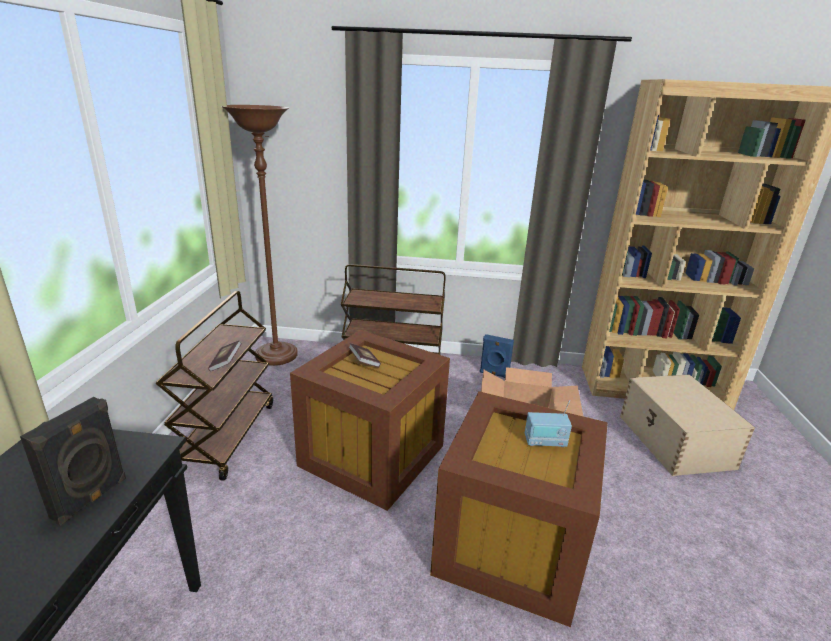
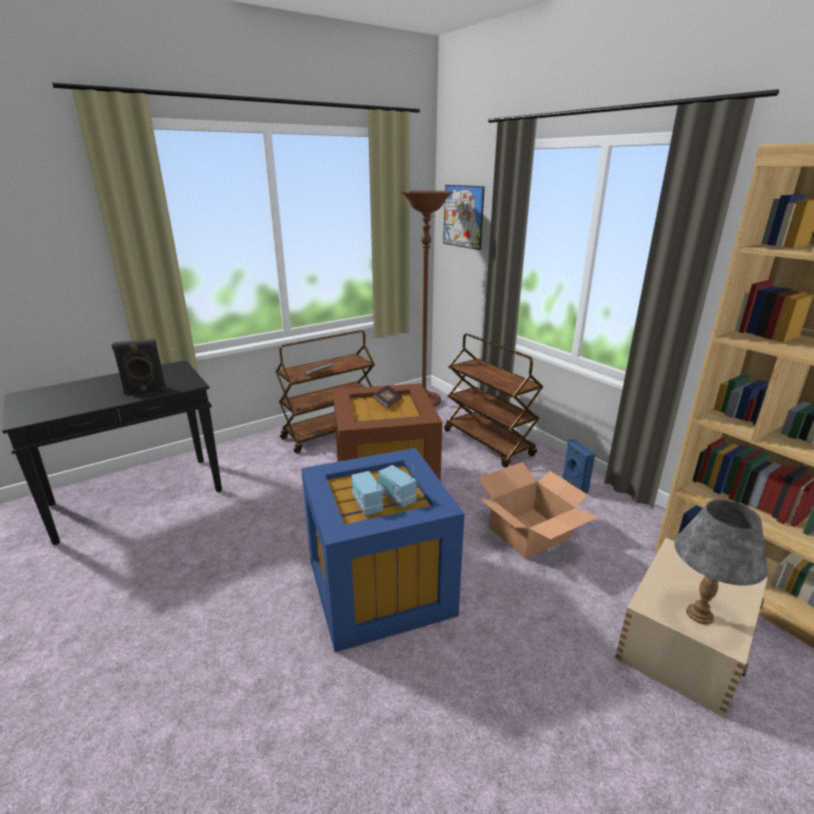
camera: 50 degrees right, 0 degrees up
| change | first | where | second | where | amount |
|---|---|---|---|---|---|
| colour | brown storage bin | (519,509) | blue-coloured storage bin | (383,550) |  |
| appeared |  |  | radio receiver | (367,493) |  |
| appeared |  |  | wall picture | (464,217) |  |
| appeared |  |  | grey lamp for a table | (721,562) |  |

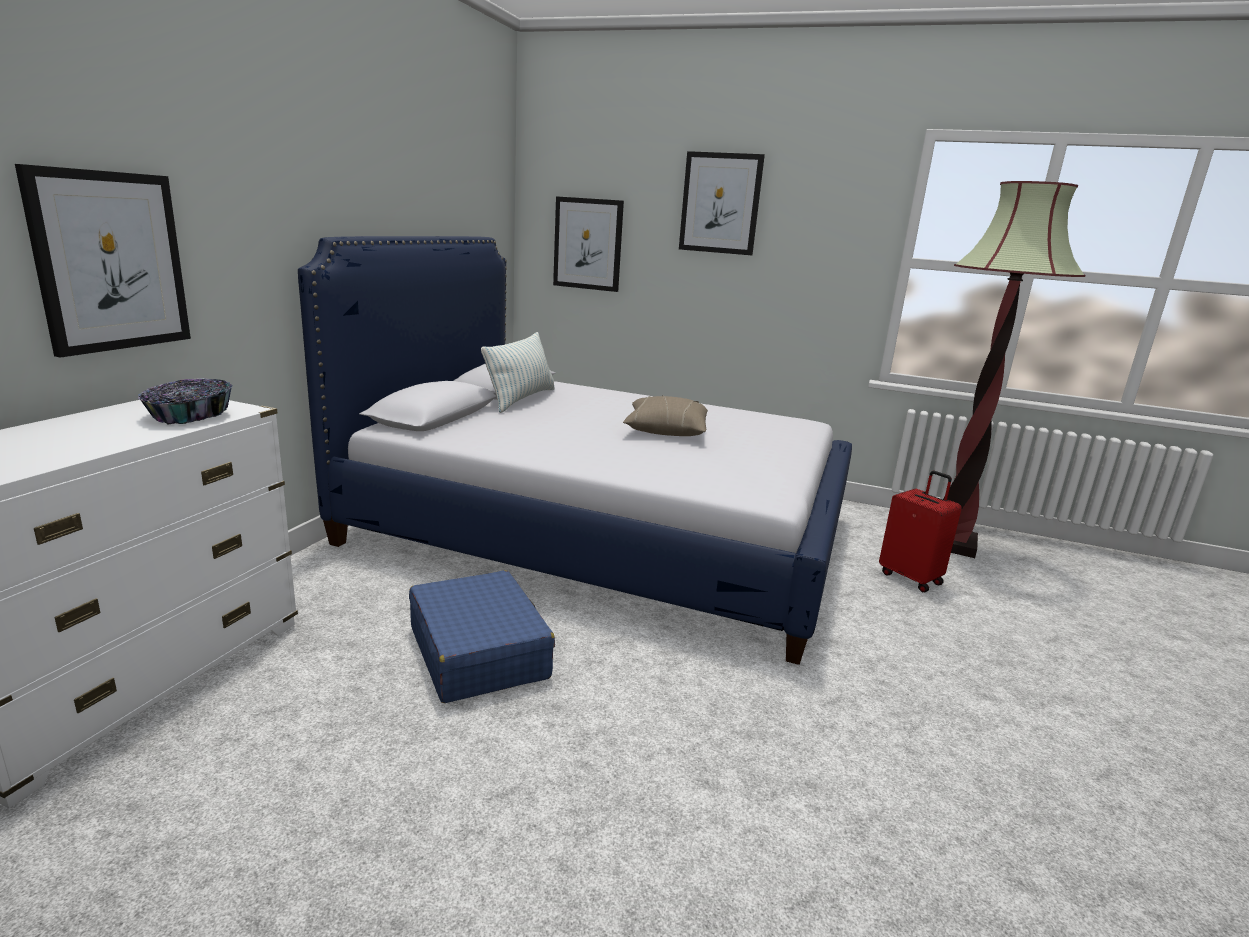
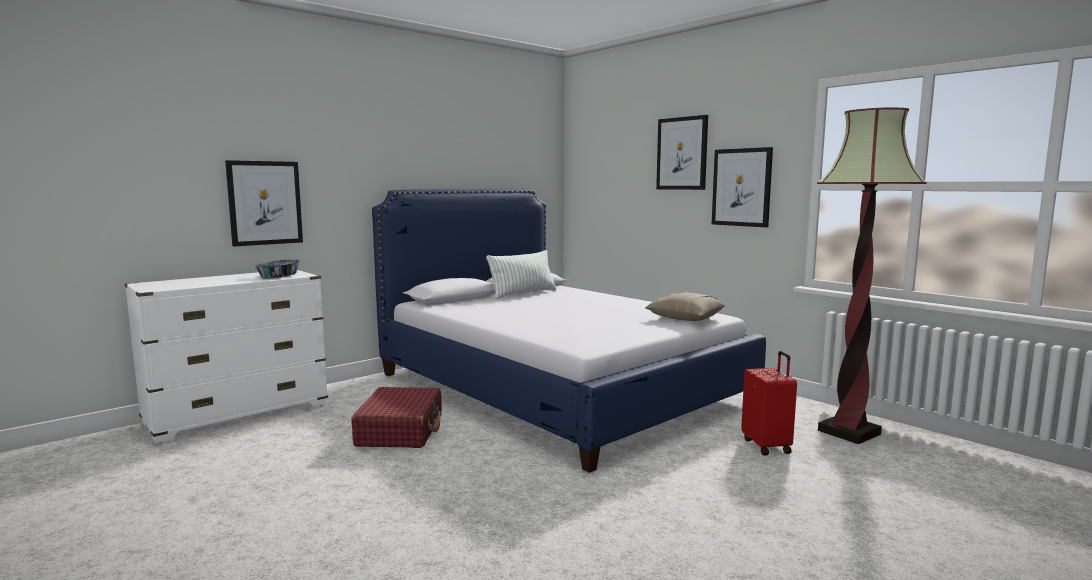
camera: 30 degrees right, 10 degrees down
| change | first | where | second | where | amount |
|---|---|---|---|---|---|
| colour | blue-coloured suitcase | (482,637) | red-coloured suitcase | (397,417) |  |
| relocated | wall picture | (588,244) |  | (742,187) |  |
| relocated | sand-coloured pillow | (665,415) |  | (685,306) |  |

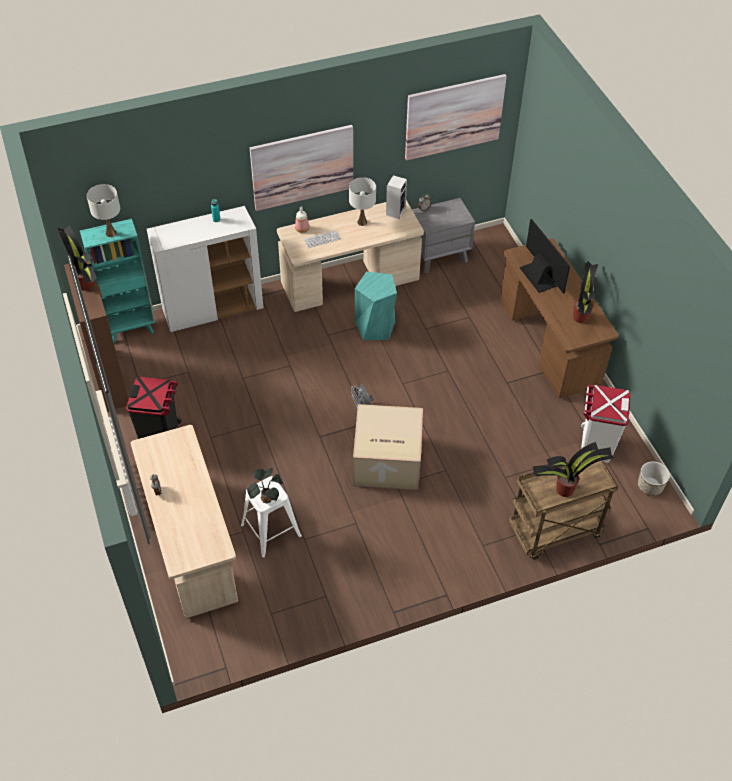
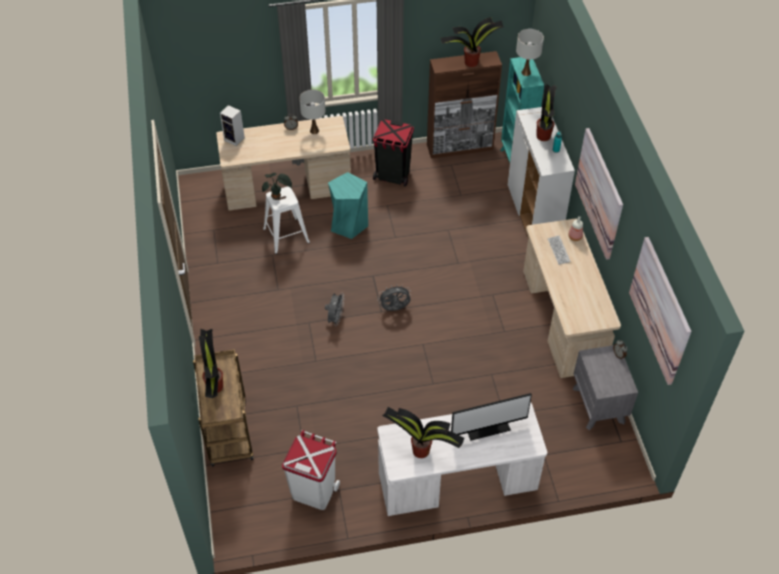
camera: 100 degrees right, 0 degrees up
| change | first | where | second | where | amount |
|---|---|---|---|---|---|
| relocated | white-coloured lamp for a table | (362,201) |  | (312,111) |  |
| exchanged | cardboard box | (388,447) | grey cooling fan | (334,309) |  |
| relocated | blue-green stool | (376,306) |  | (348,205) |  |
| relocated | speaker | (396,197) |  | (232,125) |  |
| colour | brown desk | (559,318) | white-coloured desk | (462,459) |  |
| missing | planter | (654,478) |  |  |  |
| appeared |  |  | potted plant | (547,112) |  |

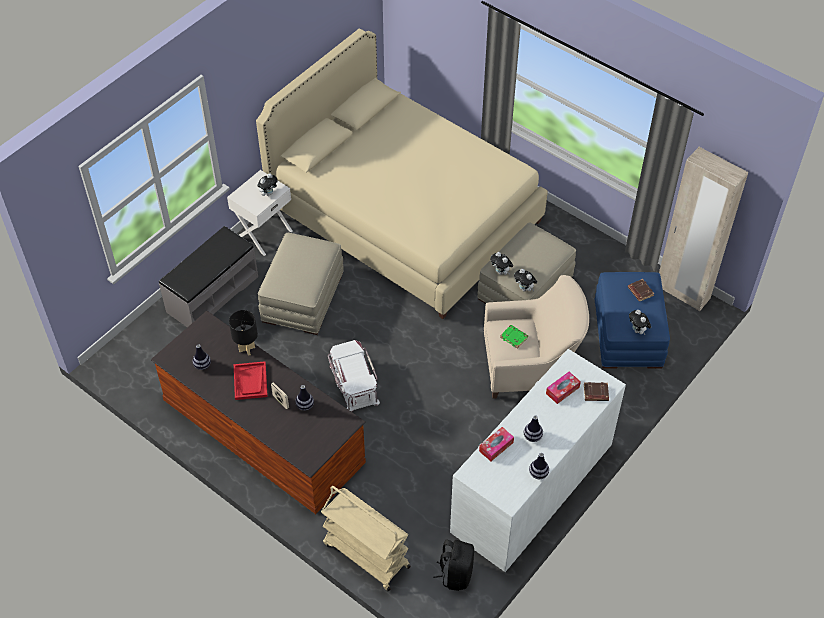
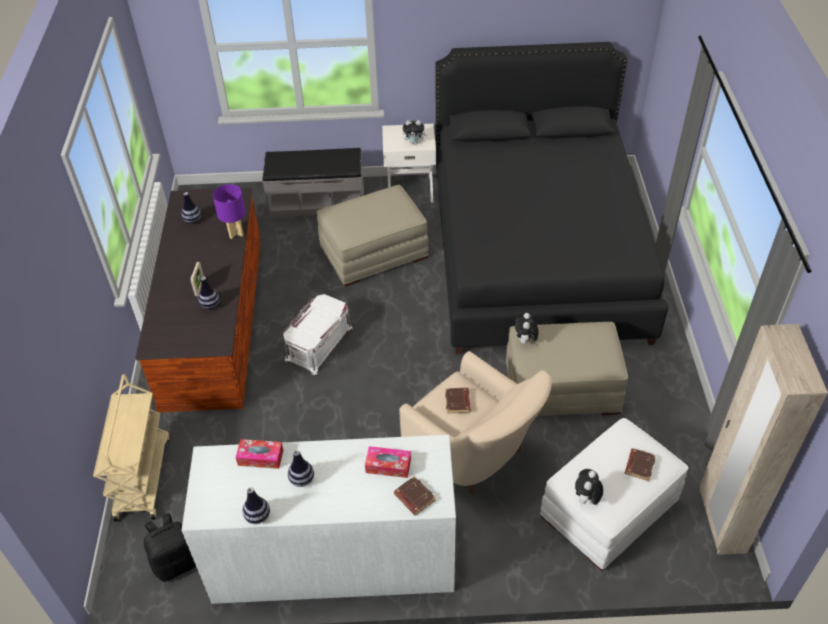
camera: 50 degrees right, 5 degrees down
| change | first | where | second | where | amount |
|---|---|---|---|---|---|
| colour | blackish lamp for a table | (243,333) | purplish lamp for a table | (229,211) |  |
| missing | red-coloured serving tray | (251,380) |  |  |  |
| colour | sand-coloured bedroom bed | (402,174) | blackish bedroom bed | (551,198) |  |
| colour | greenish book | (514,337) | brown book | (458,401) |  |
| missing | soft toy | (525,280) |  |  |  |
| colour | blue-coloured ottoman | (632,320) | white-coloured ottoman | (614,494) |  |

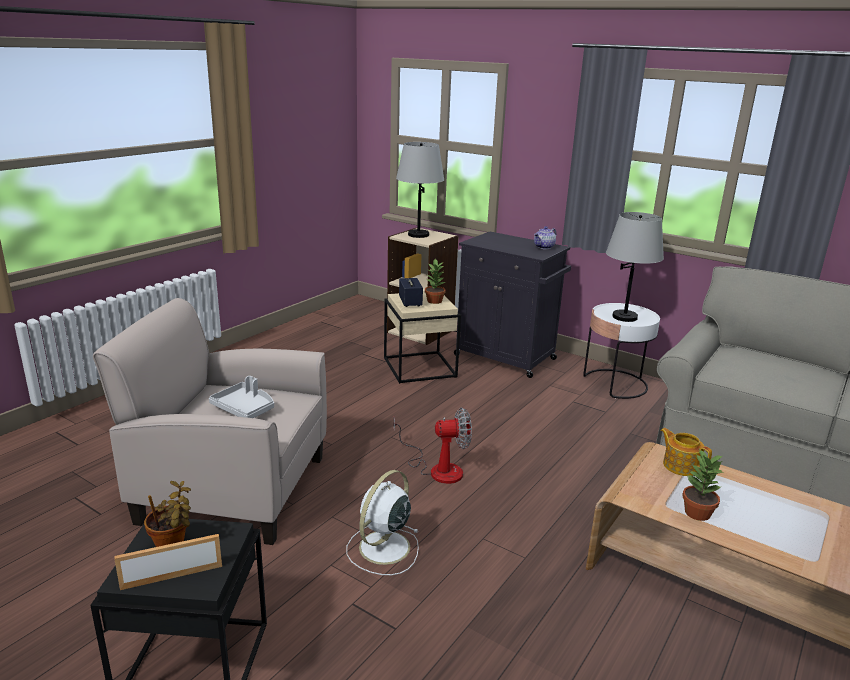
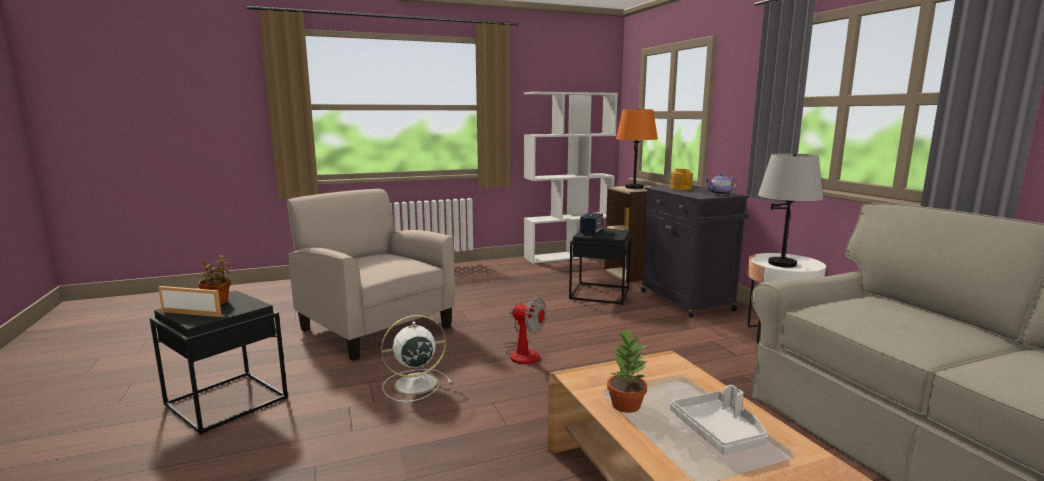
camera: 35 degrees right, 10 degrees down
| change | first | where | second | where | amount |
|---|---|---|---|---|---|
| relocated | grey serving tray | (241,397) |  | (718,419) |  |
| colour | sand-coloured accent table | (422,338) | blackish accent table | (600,266) |  |
| colour | grey lamp for a table | (420,190) | orangey lamp for a table | (637,148) |  |
| missing | potted plant | (435,281) |  |  |  |
| relocated | teapot | (686,452) |  | (681,179) |  |
| appeared |  |  | white-coloured bookcase | (571,178) |  |

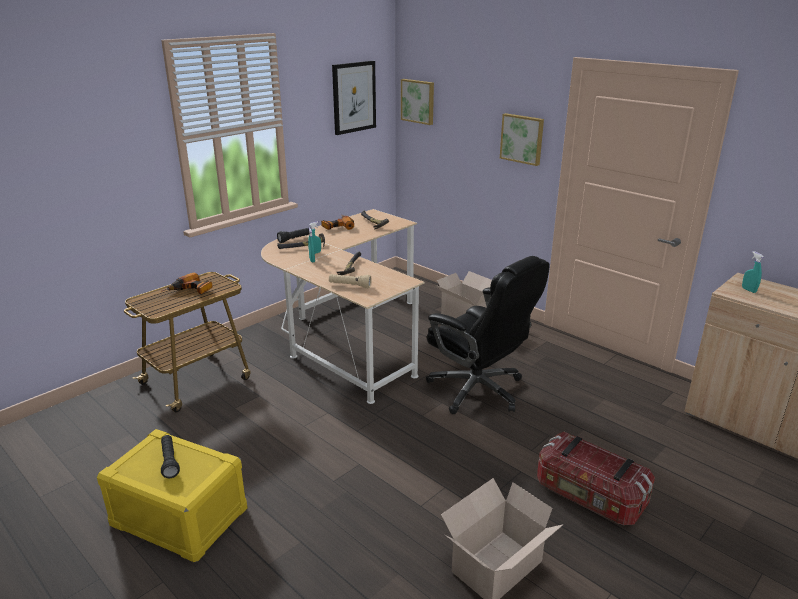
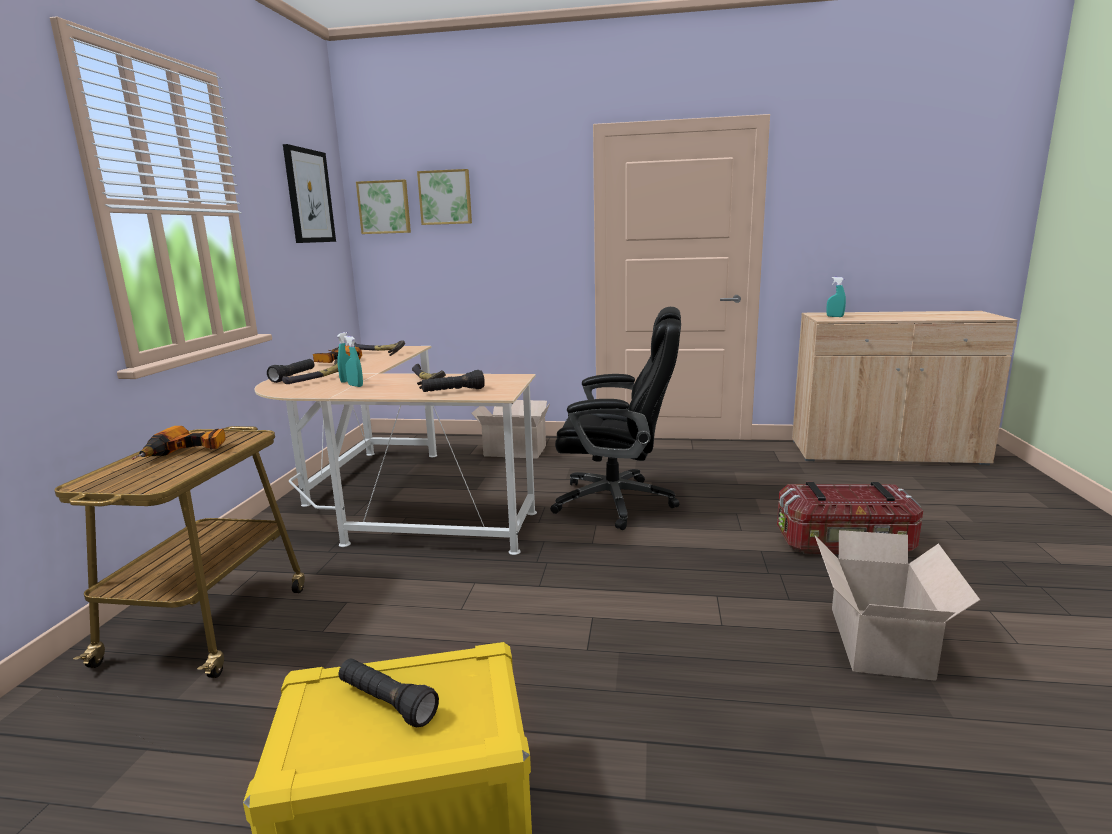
camera: 35 degrees left, 10 degrees down
| change | first | where | second | where | amount |
|---|---|---|---|---|---|
| colour | sand-coloured hand torch | (350,281) | blackish hand torch | (453,381) |  |
| relocated | wall picture | (522,139) |  | (444,197) |  |

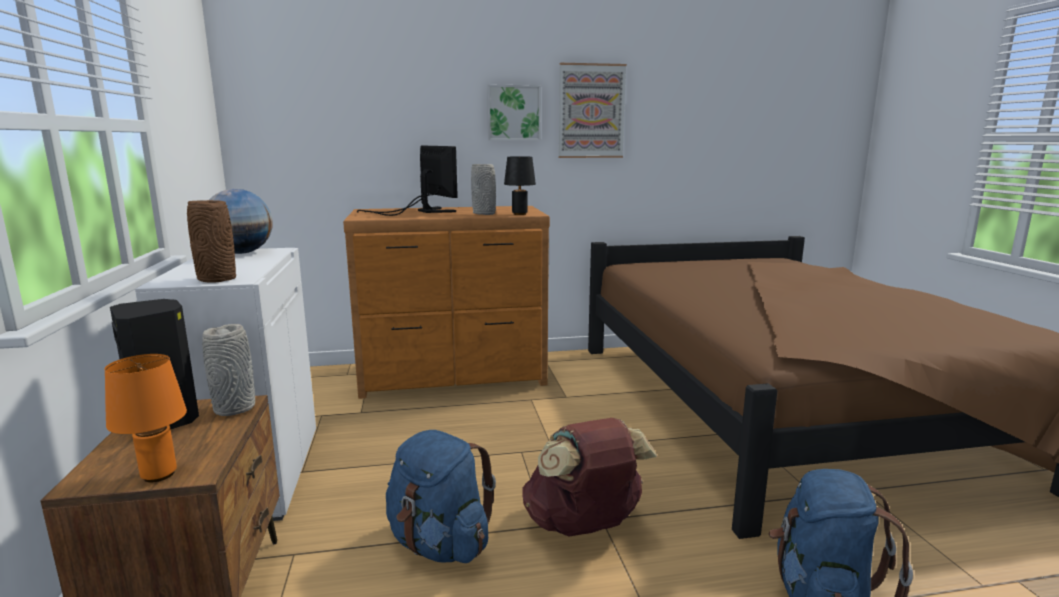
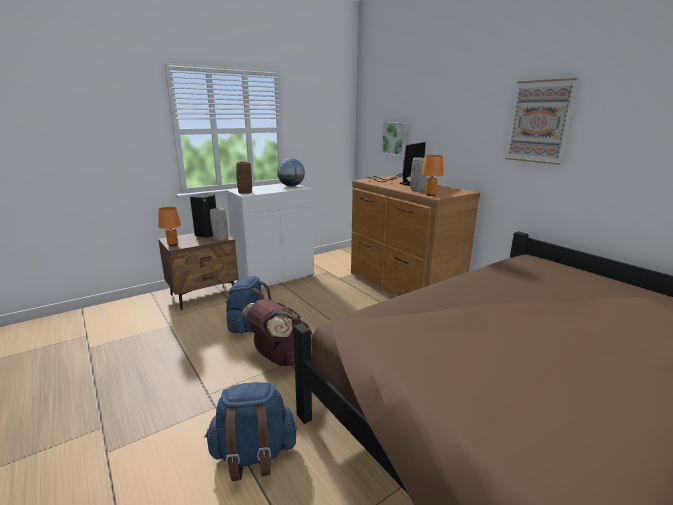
camera: 65 degrees right, 5 degrees up
| change | first | where | second | where | amount |
|---|---|---|---|---|---|
| relocated | wall picture | (514,113) |  | (394,139) |  |
| colour | blackish lamp for a table | (520,185) | orangey lamp for a table | (432,175) |  |

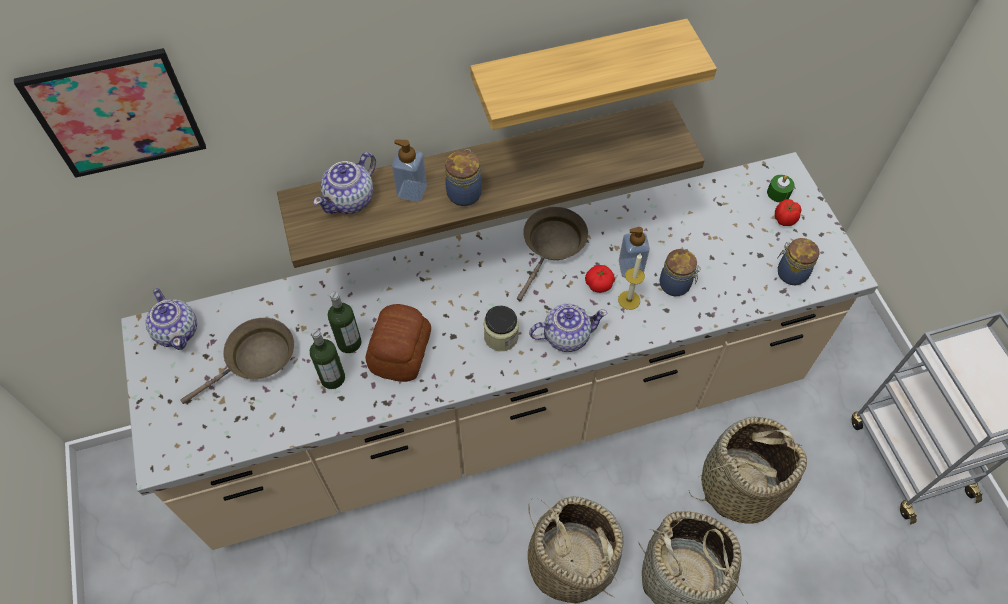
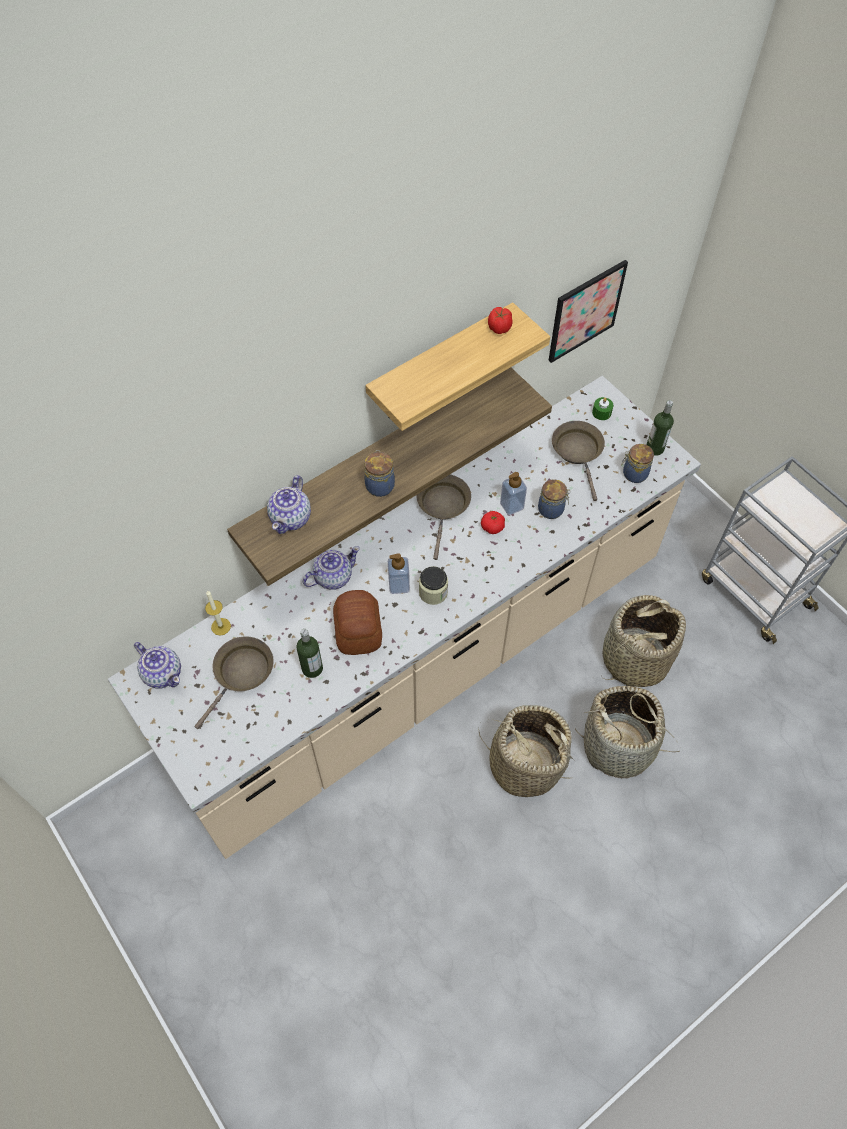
camera: 20 degrees left, 0 degrees up
| change | first | where | second | where | amount |
|---|---|---|---|---|---|
| relocated | wall picture | (110,113) |  | (588,311) |  |
| relocated | drink bottle | (345,322) |  | (660,428) |  |
| relocated | soap bottle | (409,170) |  | (399,573) |  |
| relocated | teapot | (568,328) |  | (331,568) |  |
| relocated | wax light | (631,282) |  | (218,613) |  |
| relocated | fresh tomato | (788,212) |  | (500,320) |  |
| appeared |  |  | brown frying pan | (578,461) |  |

